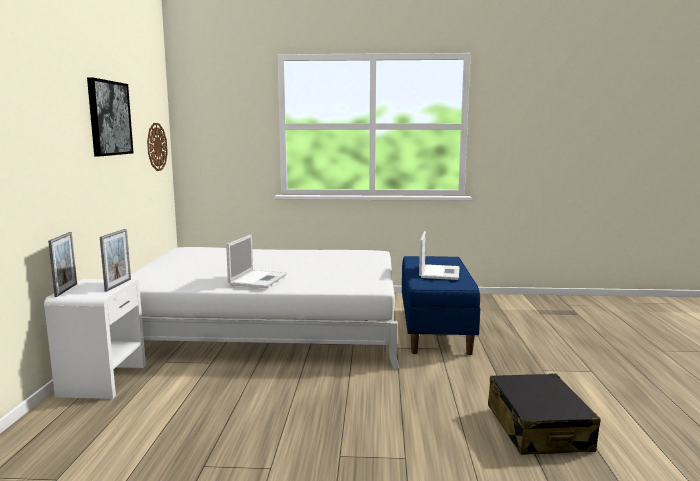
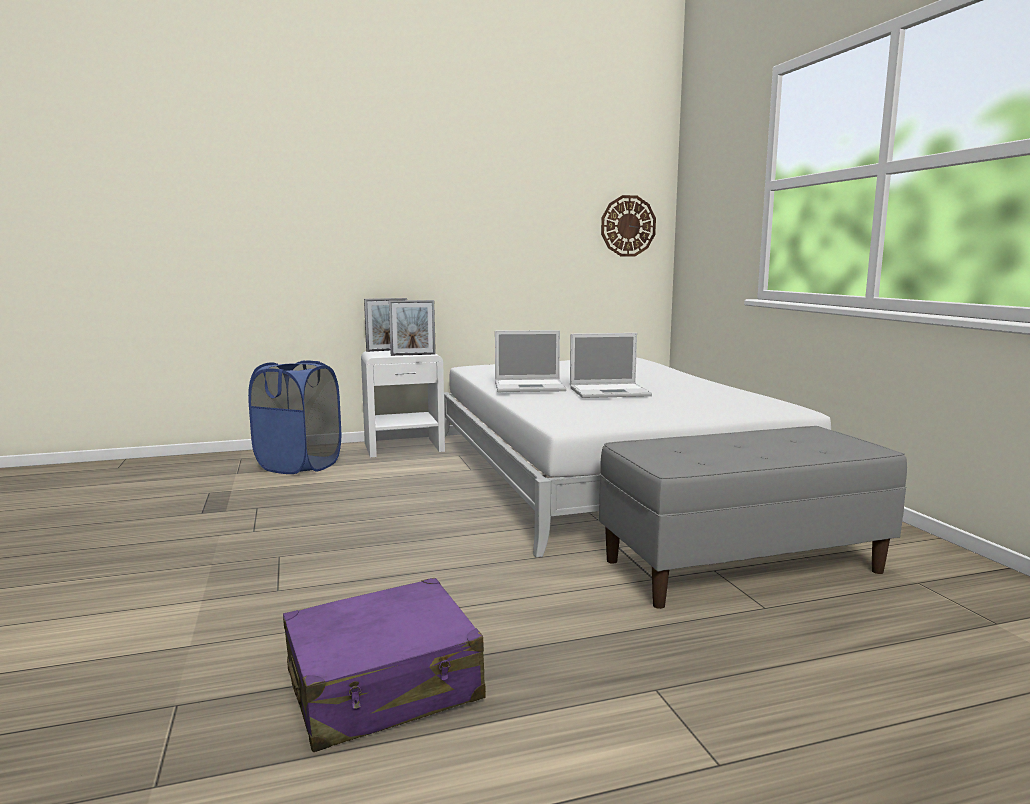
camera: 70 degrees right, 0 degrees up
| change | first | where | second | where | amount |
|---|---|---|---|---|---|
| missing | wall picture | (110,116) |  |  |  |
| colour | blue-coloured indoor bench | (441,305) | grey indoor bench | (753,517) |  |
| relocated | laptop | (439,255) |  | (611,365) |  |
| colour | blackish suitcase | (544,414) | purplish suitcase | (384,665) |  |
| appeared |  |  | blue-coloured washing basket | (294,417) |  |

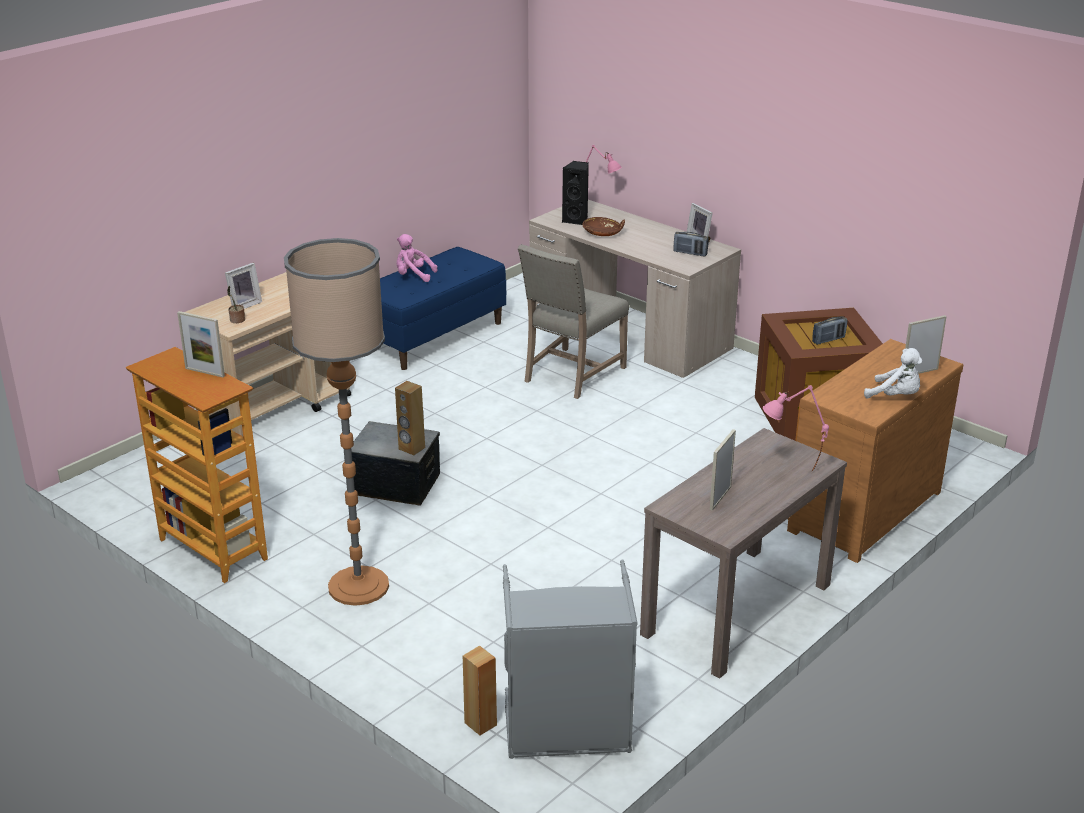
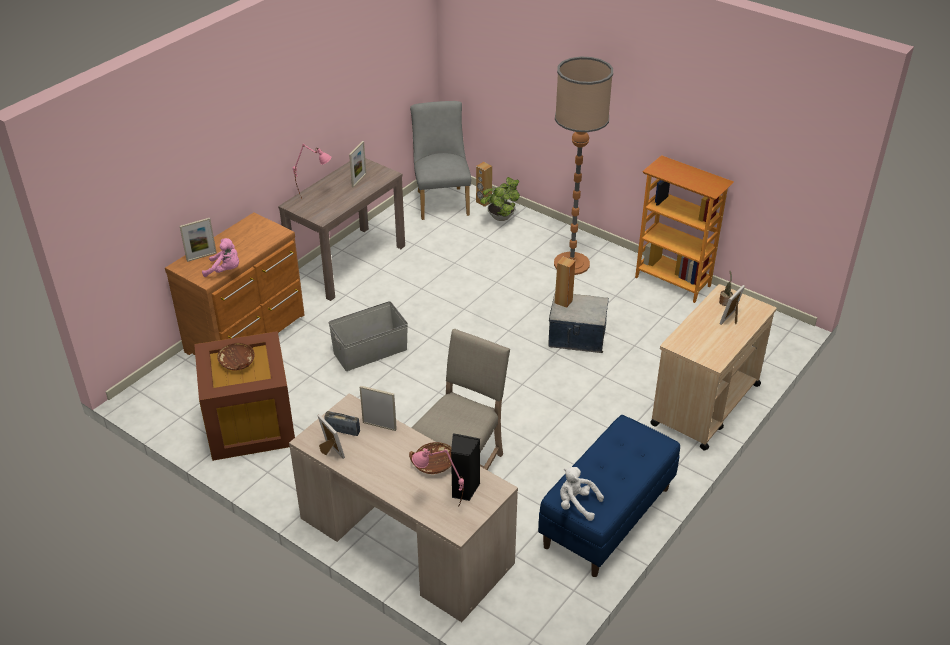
camera: 175 degrees right, 10 degrees up
| change | first | where | second | where | amount |
|---|---|---|---|---|---|
| relocated | standing frame | (201,344) |  | (378,408) |  |
| relocated | pinkish soft toy | (417,258) |  | (220,257) |  |
| exchanged | grey washing basket | (570,659) | grey chair | (440,160) |  |
| exchanged | radio receiver | (829,330) | brown serving bowl | (236,357) |  |
| relocated | white-coloured soft toy | (893,373) |  | (582,494) |  |
| appeared |  |  | grey storage bin | (368,336) |  |
| appeared |  |  | potted plant | (500,199) |  |

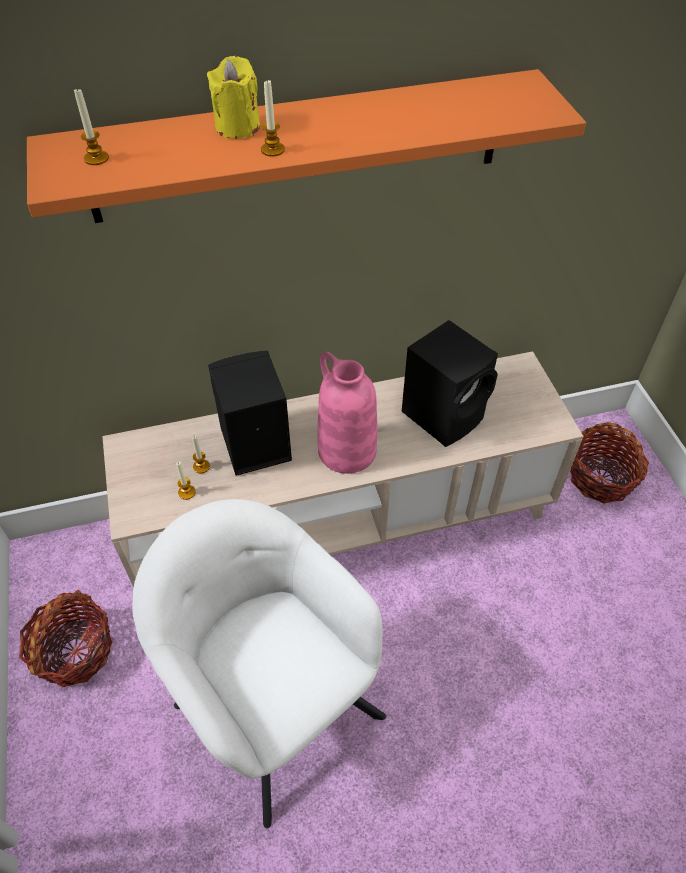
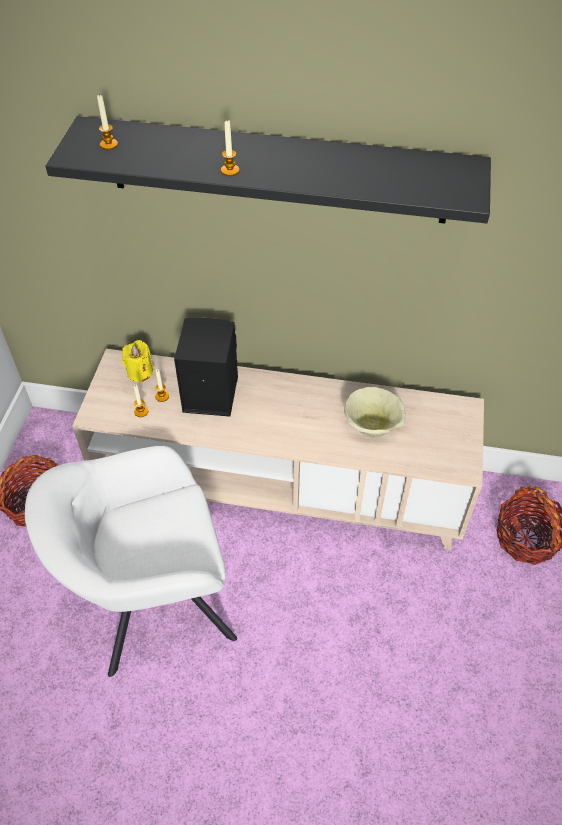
camera: 25 degrees right, 0 degrees up
| change | first | where | second | where | amount |
|---|---|---|---|---|---|
| colour | orangey bracket shelf | (306,146) | blackish bracket shelf | (268,170) |  |
| spun | white-coloured easy chair | (259,663) |  | (131,561) | 90 degrees counterclockwise |
| relocated | yellowish wax light | (233,97) |  | (137,361) |  |
| missing | pinkish decorative vase | (347,413) |  |  |  |
| exchanged | blackish speaker | (450,383) | sand-coloured serving bowl | (375,412) |  |

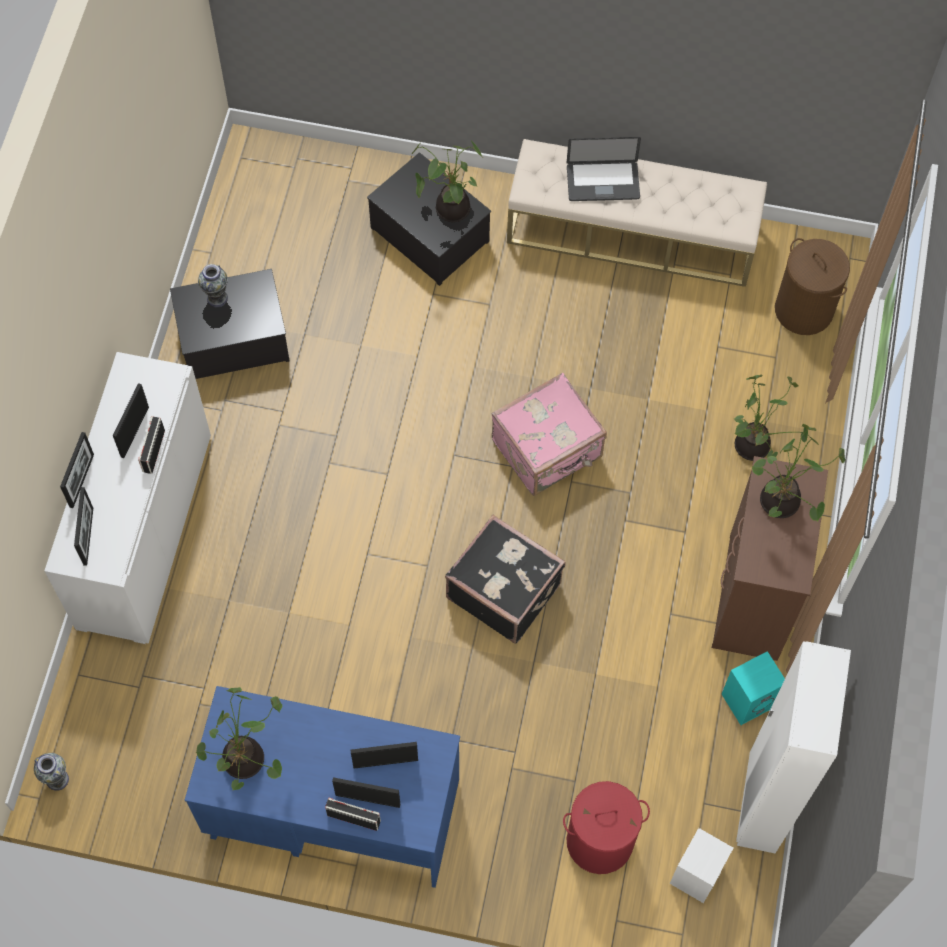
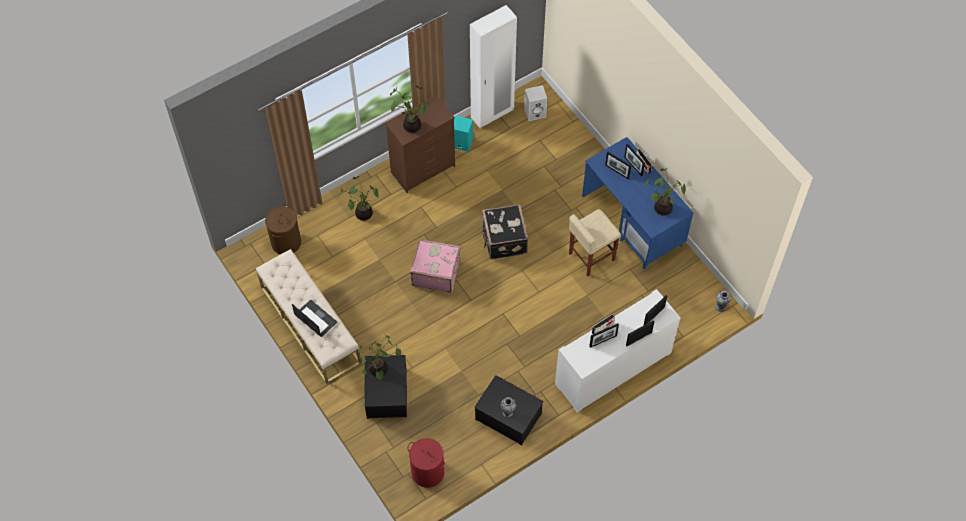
camera: 135 degrees left, 5 degrees down
| change | first | where | second | where | amount |
|---|---|---|---|---|---|
| relocated | red-coloured washing basket | (606,827) |  | (426,463) |  |
| appeared |  |  | sand-coloured stool | (595,242) |  |

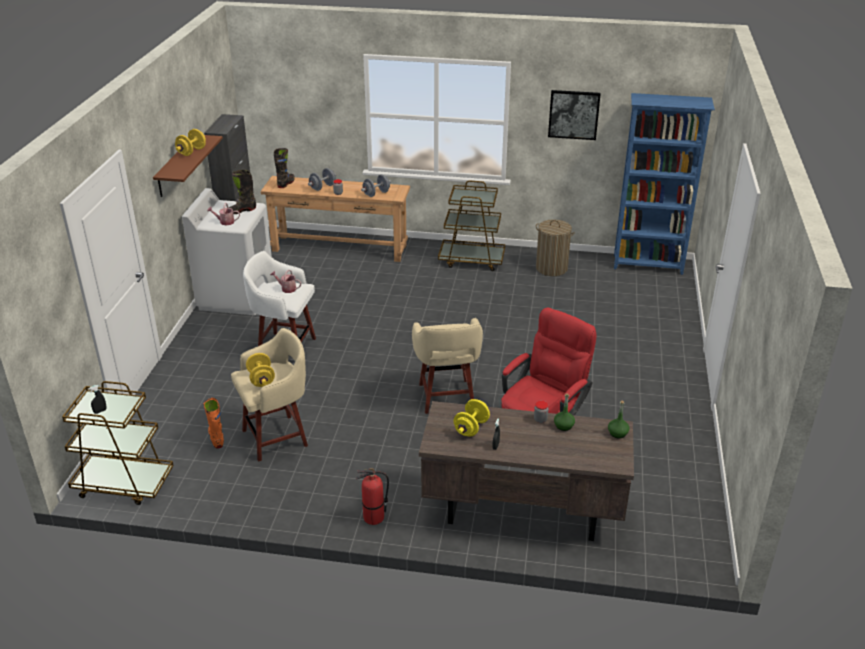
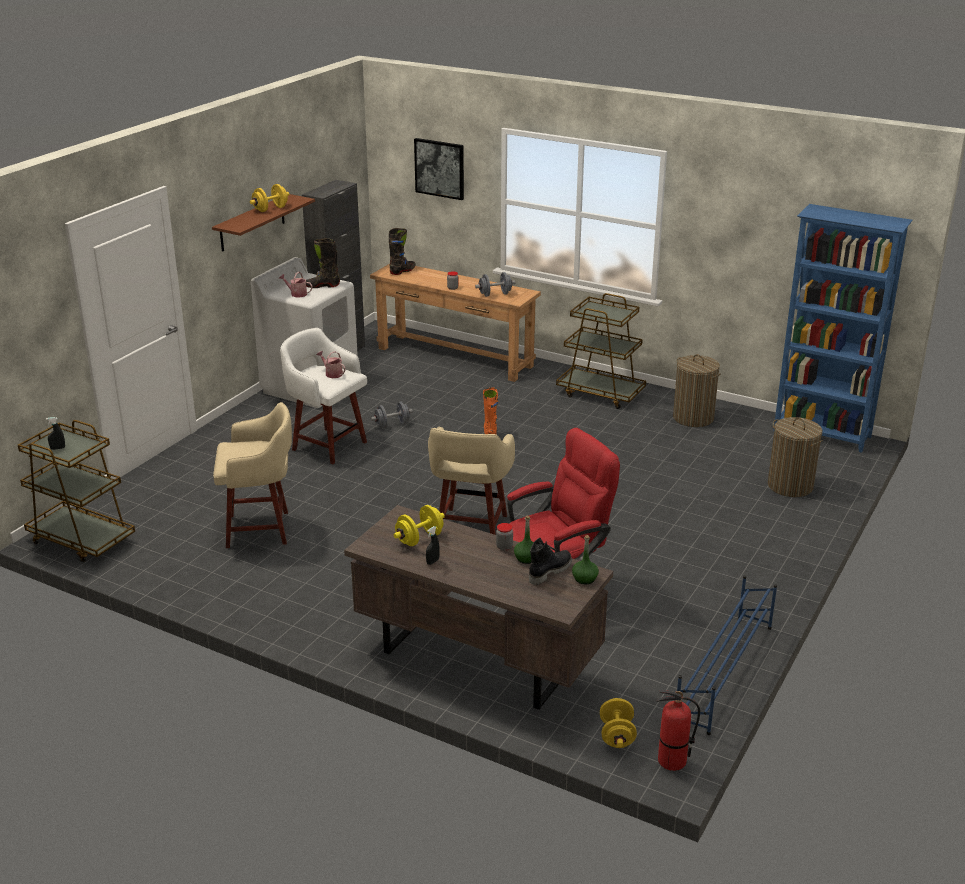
camera: 20 degrees right, 5 degrees down
| change | first | where | second | where | amount |
|---|---|---|---|---|---|
| relocated | orangey boot | (213,423) |  | (490,411) |  |
| relocated | yellowish dumbbell | (260,370) |  | (618,723) |  |
| relocated | grey dumbbell | (322,179) |  | (392,415) |  |
| relocated | fire extinguisher | (372,496) |  | (678,730) |  |
| relocated | wall picture | (574,115) |  | (439,169) |  |
| appeared |  |  | blackish boot | (550,561) |  |
| appeared |  |  | blue-coloured shoe rack | (727,655) |  |
| appeared |  |  | washing basket | (795,457) |  |

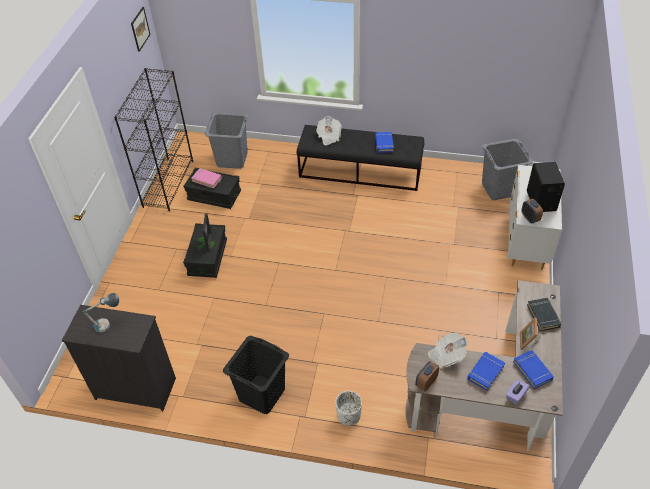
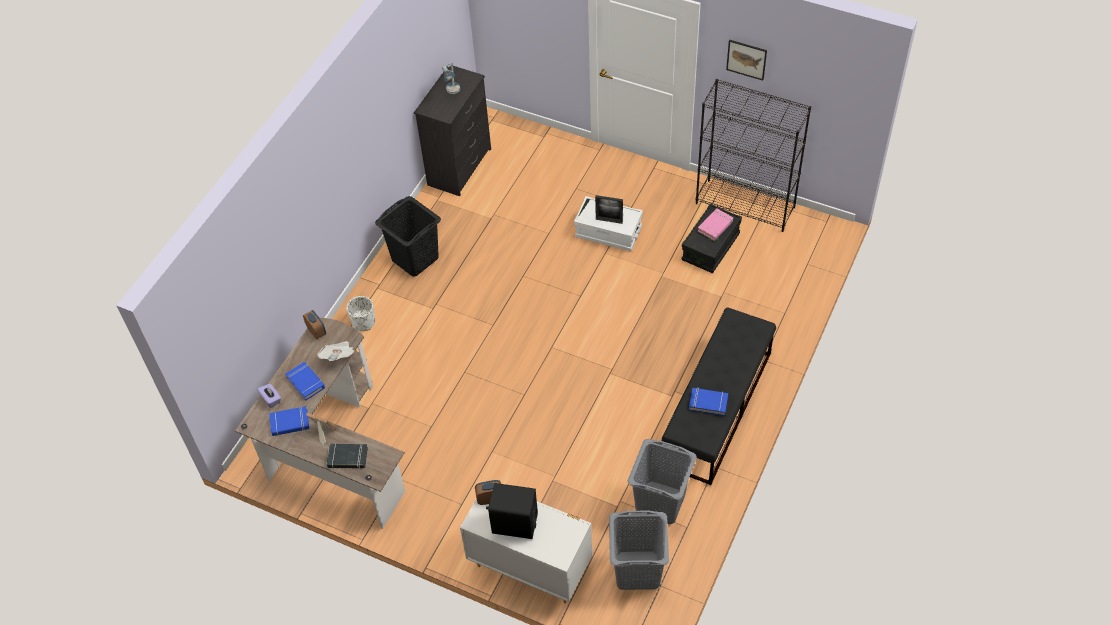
camera: 105 degrees right, 5 degrees up
| change | first | where | second | where | amount |
|---|---|---|---|---|---|
| relocated | wall picture | (141,29) |  | (746,60) |  |
| colour | blackish storage bin | (205,250) | white-coloured storage bin | (608,223) |  |
| relocated | grey washing basket | (226,140) |  | (662,481) |  |
| missing | printed paper | (329,130) |  |  |  |

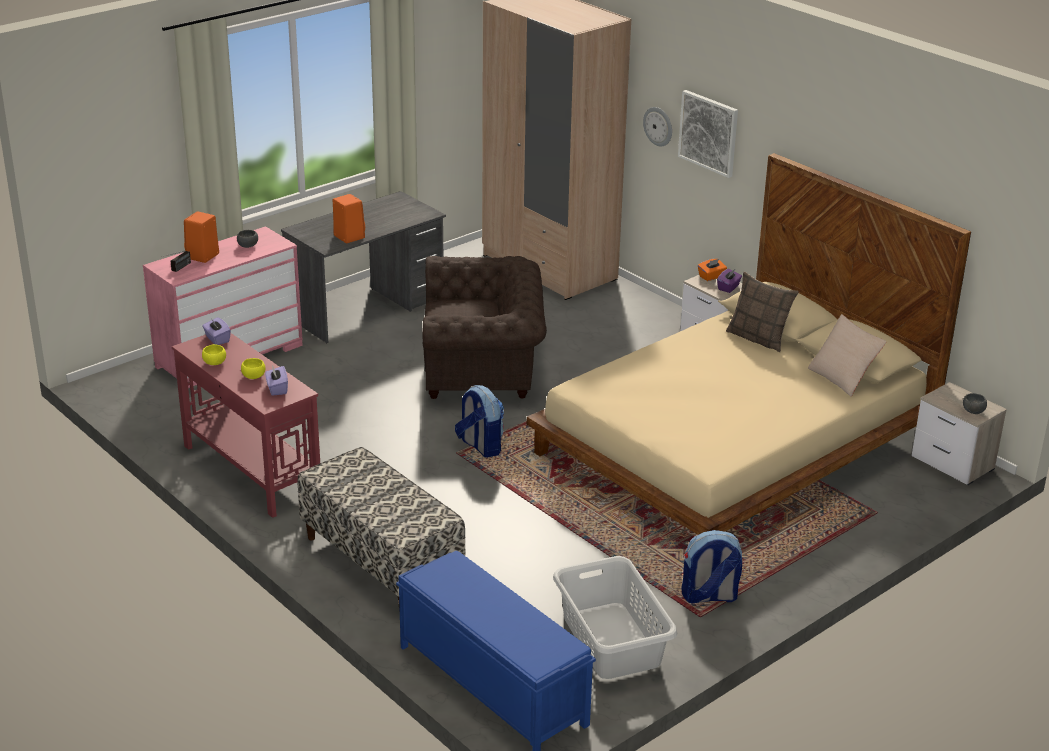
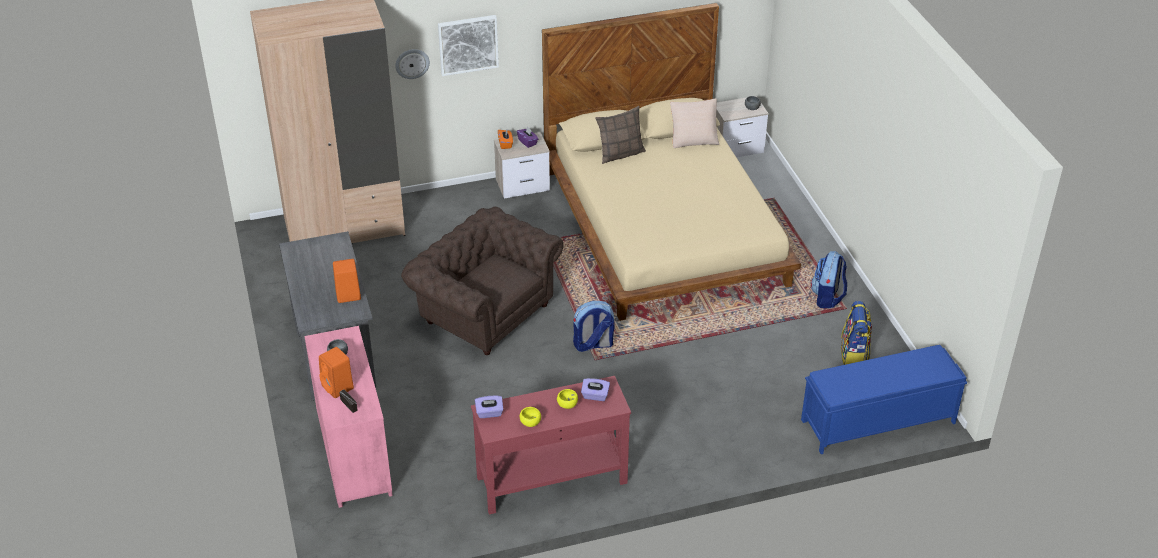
camera: 65 degrees left, 10 degrees up
| change | first | where | second | where | amount |
|---|---|---|---|---|---|
| missing | indoor bench | (382,529) |  |  |  |
| spun | brown easy chair | (484,327) |  | (482,281) | 75 degrees counterclockwise |
| exchanged | grey washing basket | (615,617) | knapsack | (856,333) |  |

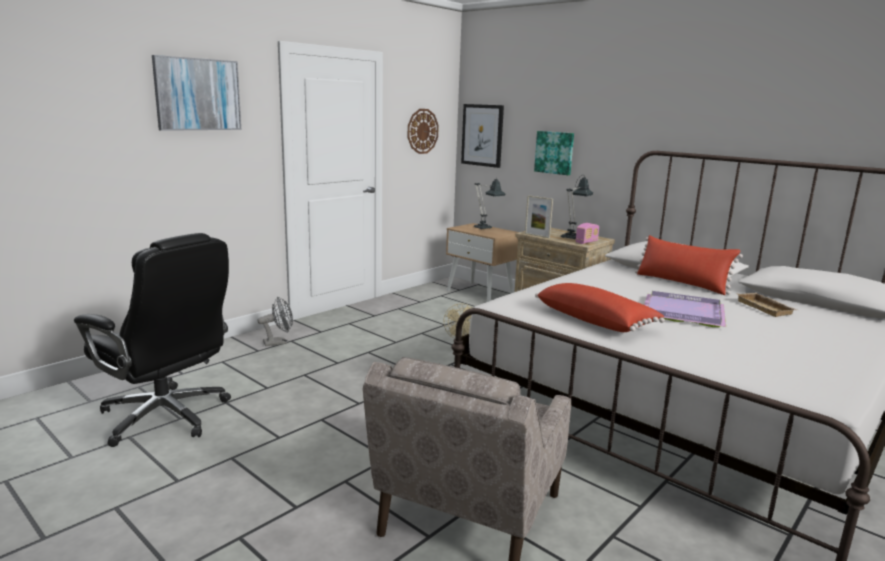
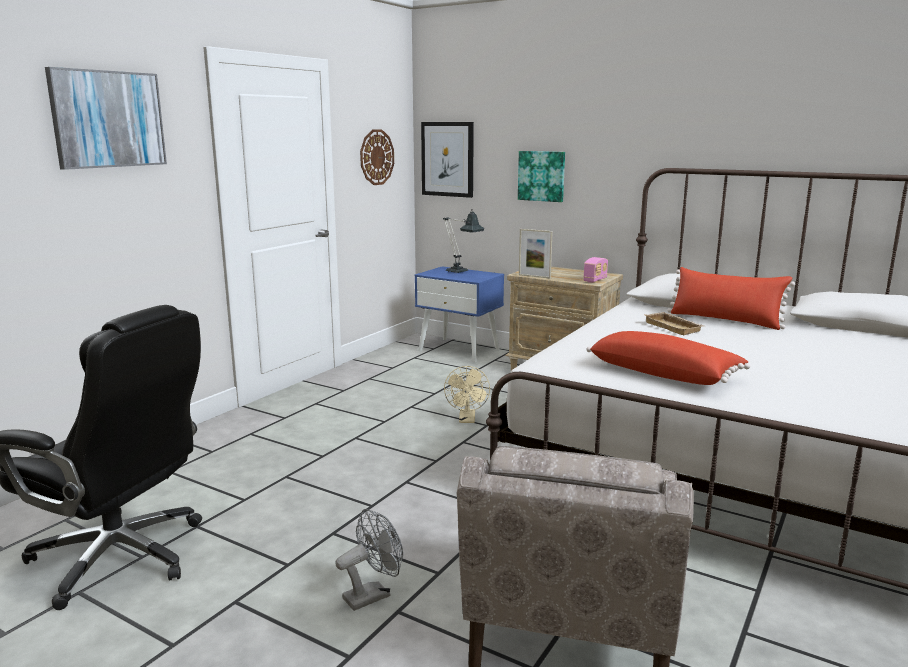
camera: 10 degrees left, 0 degrees up
| change | first | where | second | where | amount |
|---|---|---|---|---|---|
| relocated | grey cooling fan | (275,321) |  | (369,560) |  |
| colour | sand-coloured night table | (482,262) | blue-coloured night table | (459,314) |  |
| missing | lamp for a table | (576,207) |  |  |  |
| missing | purplish serving tray | (685,309) |  |  |  |
| relocated | sand-coloured serving tray | (766,305) |  | (673,323) |  |

